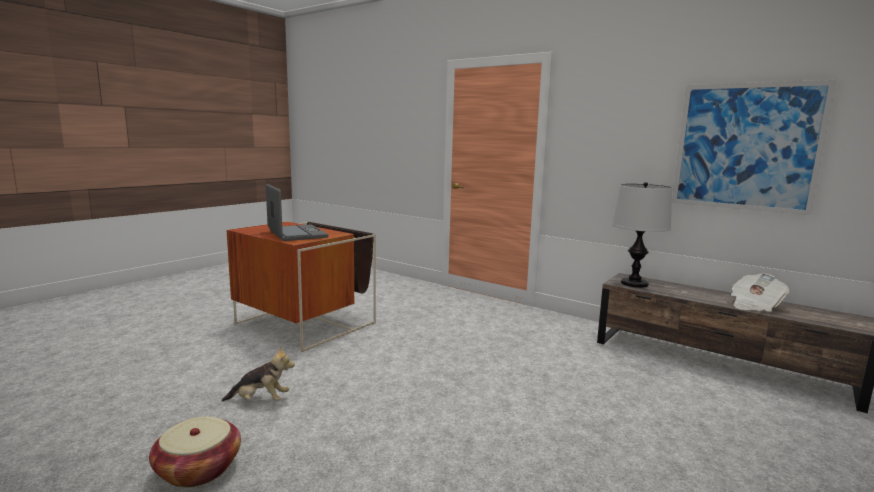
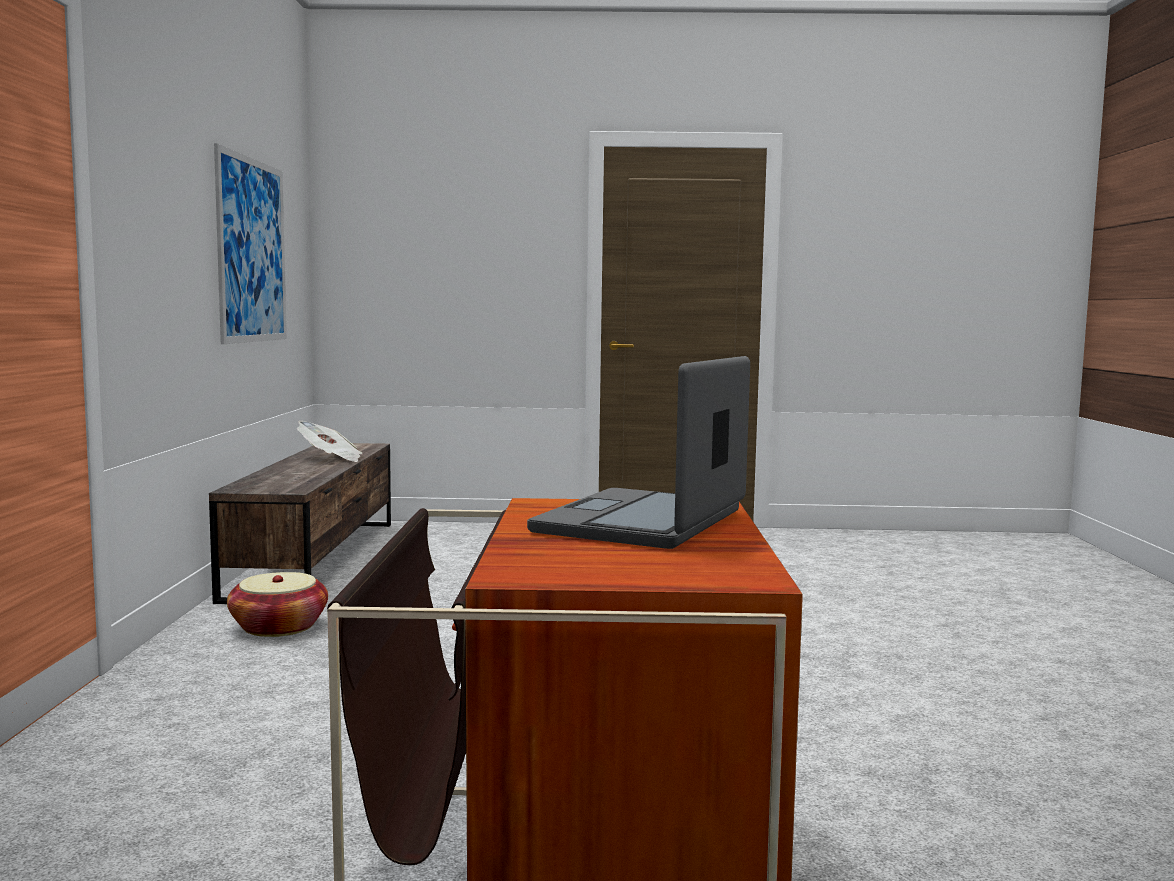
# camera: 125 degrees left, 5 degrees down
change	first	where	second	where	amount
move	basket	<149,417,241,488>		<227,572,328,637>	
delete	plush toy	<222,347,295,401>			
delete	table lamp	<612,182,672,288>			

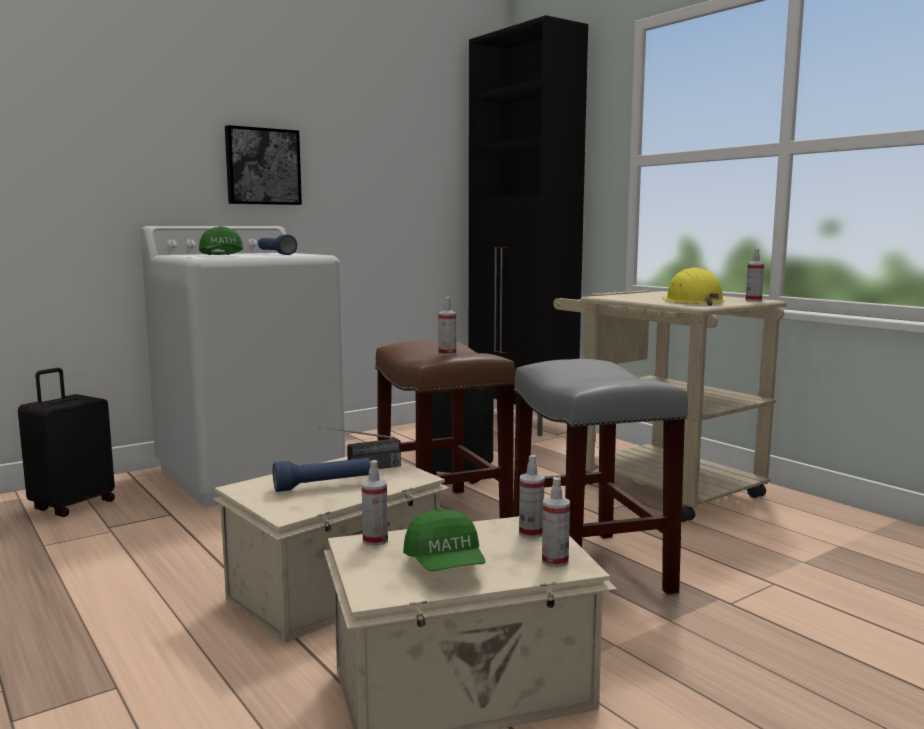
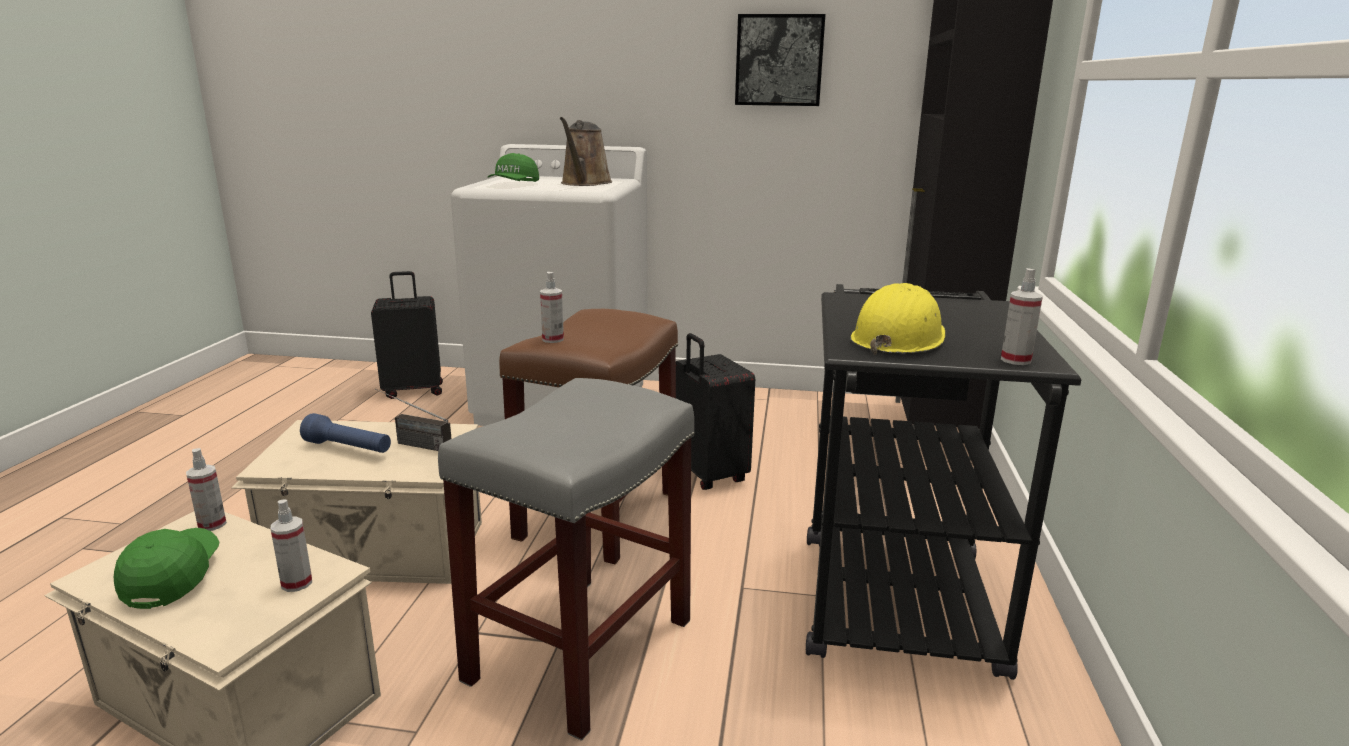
# camera: 45 degrees right, 10 degrees up
change	first	where	second	where	amount
rotate	green cap	<403,509,486,571>		<114,528,220,609>	150 degrees clockwise
replace	blue flashlight	<258,235,297,255>	brown watering can	<560,117,612,186>	
move	picture	<225,125,302,205>		<735,14,826,106>	
recolor	beige cart	<553,290,787,522>	black cart	<806,284,1081,680>	
delete	spray bottle	<542,477,570,568>			

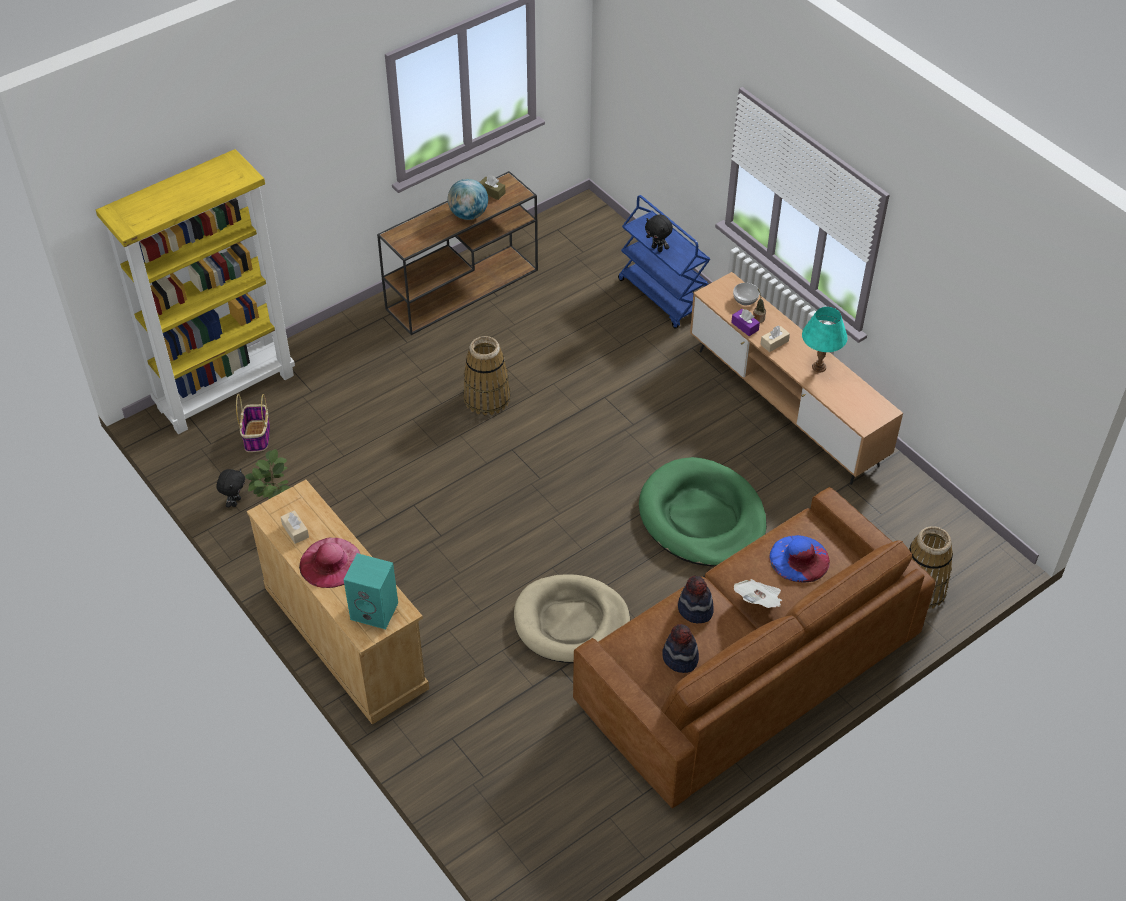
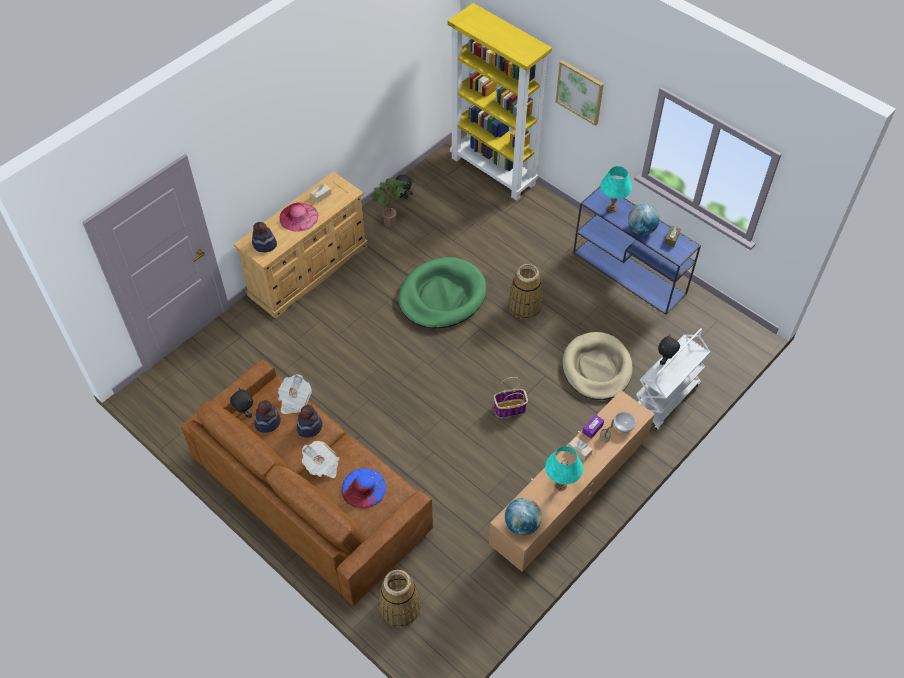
# camera: 80 degrees right, 5 degrees up
change	first	where	second	where	amount
insert			black plush toy	<230,388,253,418>	
replace	turquoise speaker	<344,553,398,629>	hat	<252,222,277,252>	
insert			newspaper	<278,374,312,414>	
move	green dog bed	<639,457,767,566>		<398,257,487,329>	
move	basket	<236,394,270,452>		<494,377,528,418>	
insert			globe	<505,498,542,536>	
insert			picture	<556,60,604,126>	
move	beige dog bed	<514,574,630,663>		<563,332,633,400>	
recolor	brown console table	<377,171,538,335>	blue console table	<573,187,701,315>	
insert			turquoise table lamp	<600,166,632,213>	
recolor	blue cart	<618,195,710,329>	white cart	<636,328,710,430>	

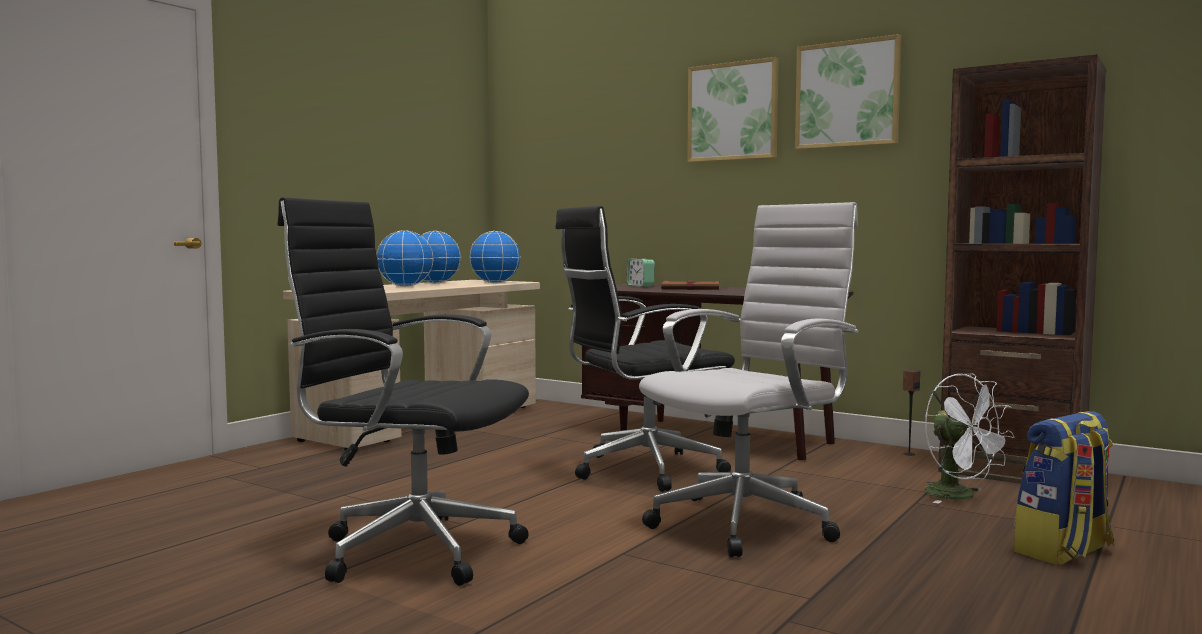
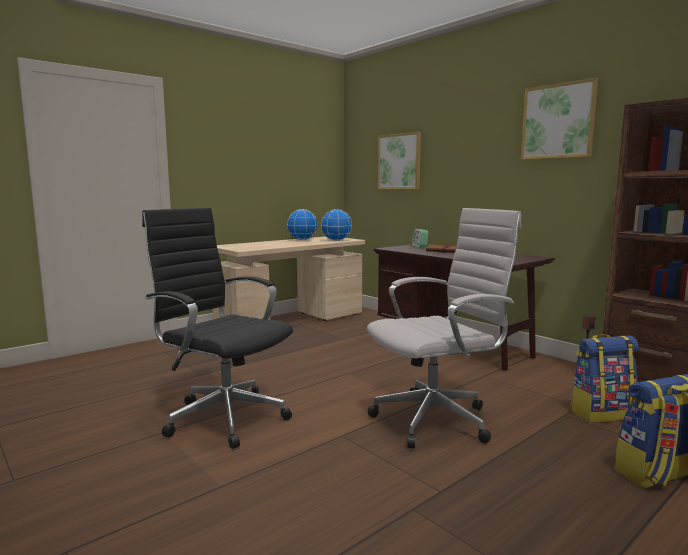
# camera: 15 degrees right, 5 degrees up
change	first	where	second	where	amount
move	picture	<687,57,779,162>		<378,132,421,189>	
replace	white fan	<925,373,1014,504>	backpack	<570,334,639,423>	
delete	globe	<376,230,433,287>			
delete	black office chair	<556,206,735,492>			

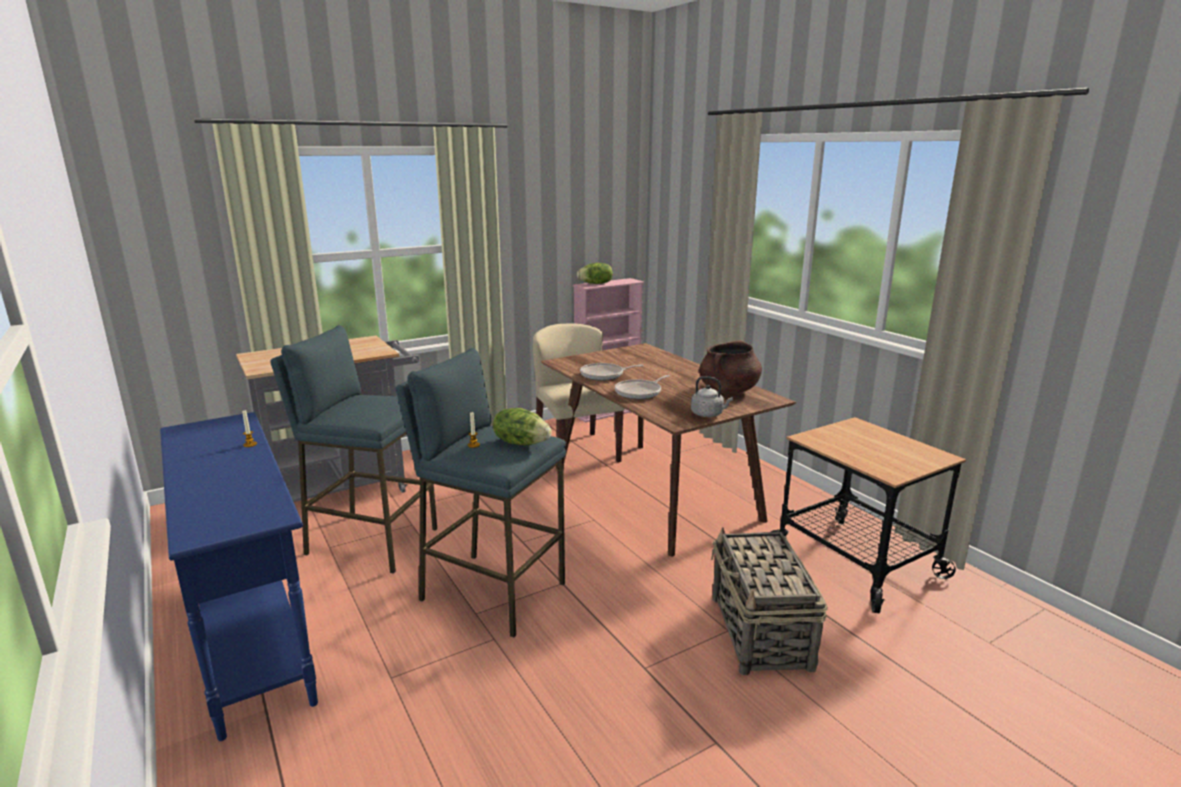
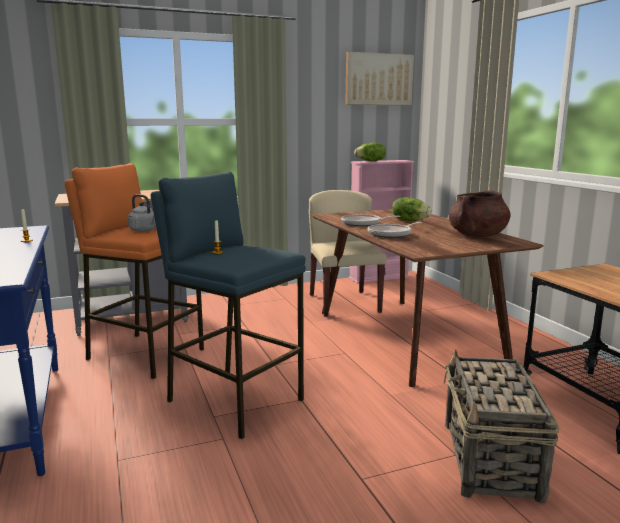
# camera: 10 degrees right, 5 degrees down
change	first	where	second	where	amount
recolor	blue stool	<270,325,437,573>	orange stool	<64,163,204,379>	
move	grey kettle	<691,376,733,417>		<128,194,156,232>	
insert			picture	<345,52,414,105>	
move	lettuce	<493,408,552,445>		<392,197,431,221>	

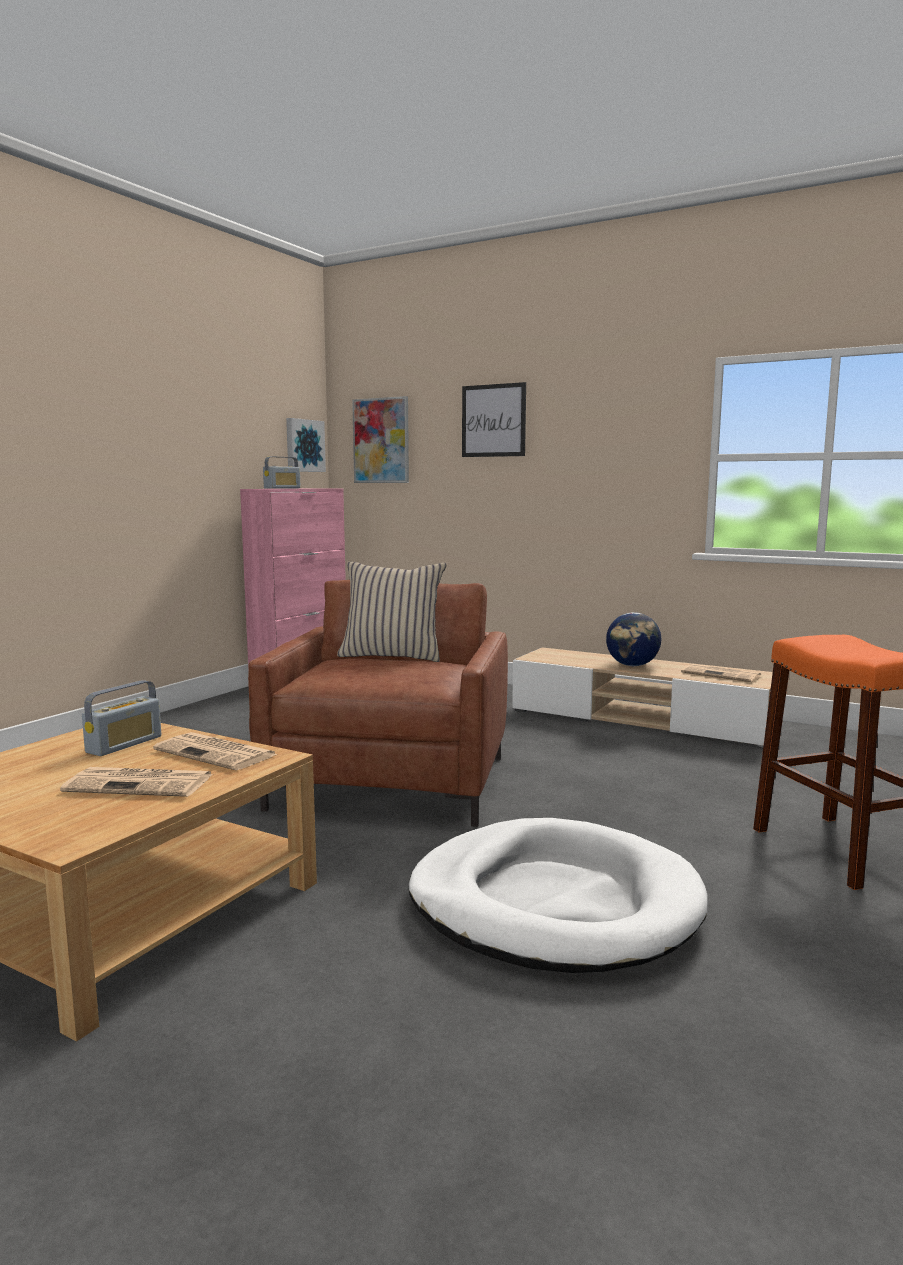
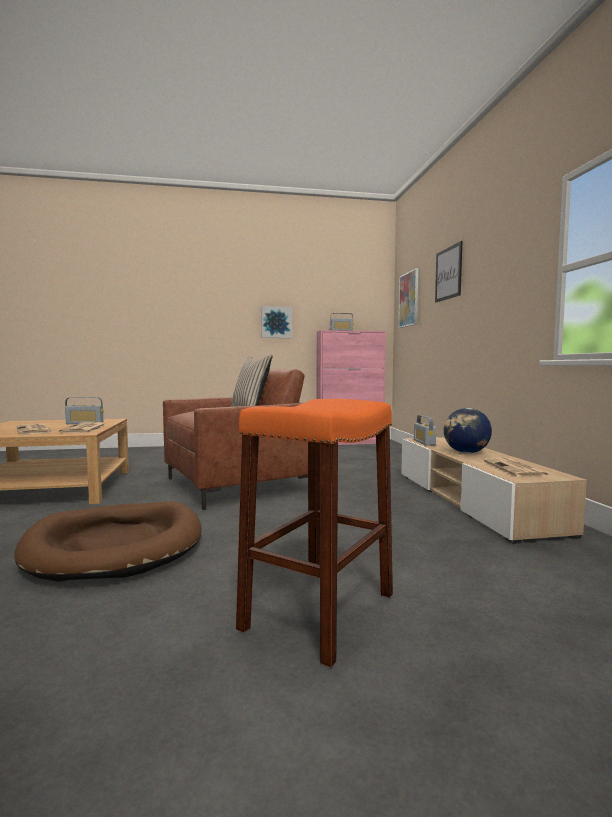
# camera: 50 degrees right, 5 degrees down
change	first	where	second	where	amount
recolor	white dog bed	<408,818,708,973>	brown dog bed	<14,501,202,582>	
move	picture	<286,418,326,472>		<261,306,292,338>	
insert			radio	<414,415,436,446>	

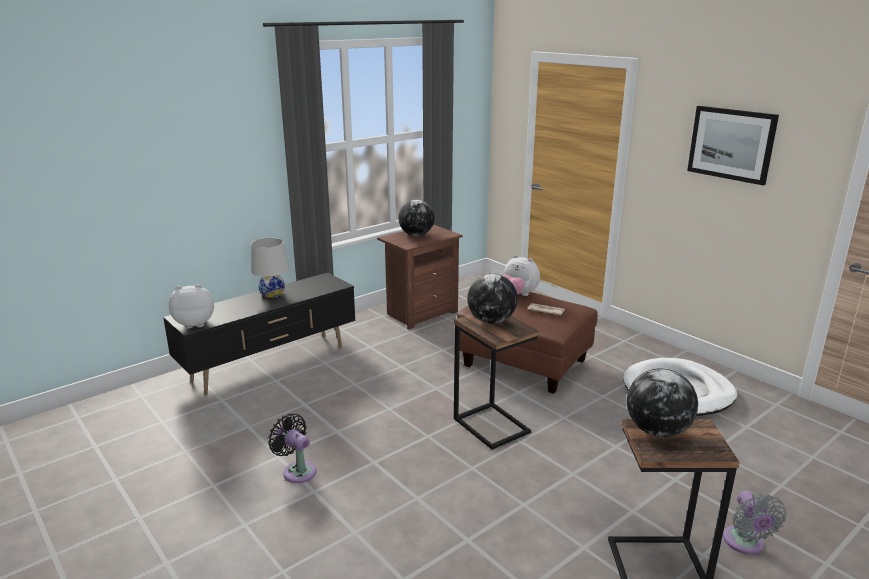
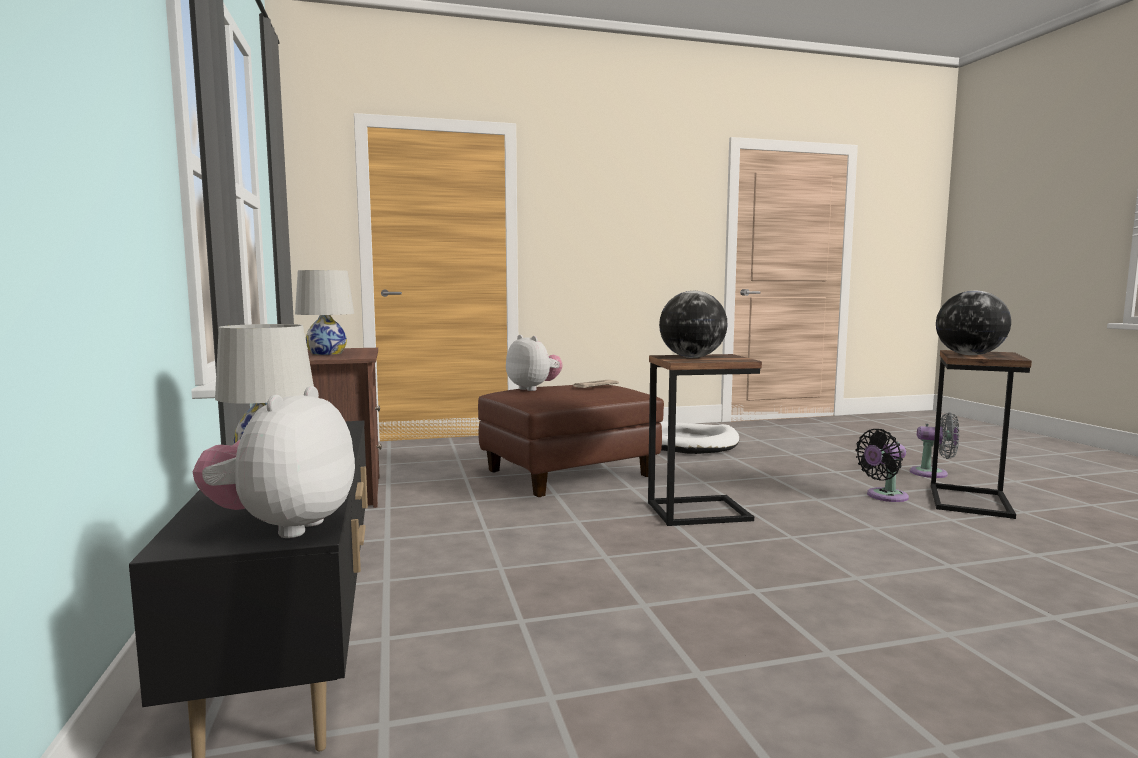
# camera: 65 degrees left, 15 degrees down
change	first	where	second	where	amount
replace	globe	<398,200,435,236>	white table lamp	<295,270,354,355>	
rotate	plush toy	<501,255,540,296>		<506,335,562,391>	105 degrees counterclockwise
move	black fan	<268,414,317,483>		<855,429,909,502>	
delete	picture	<687,106,779,185>			

